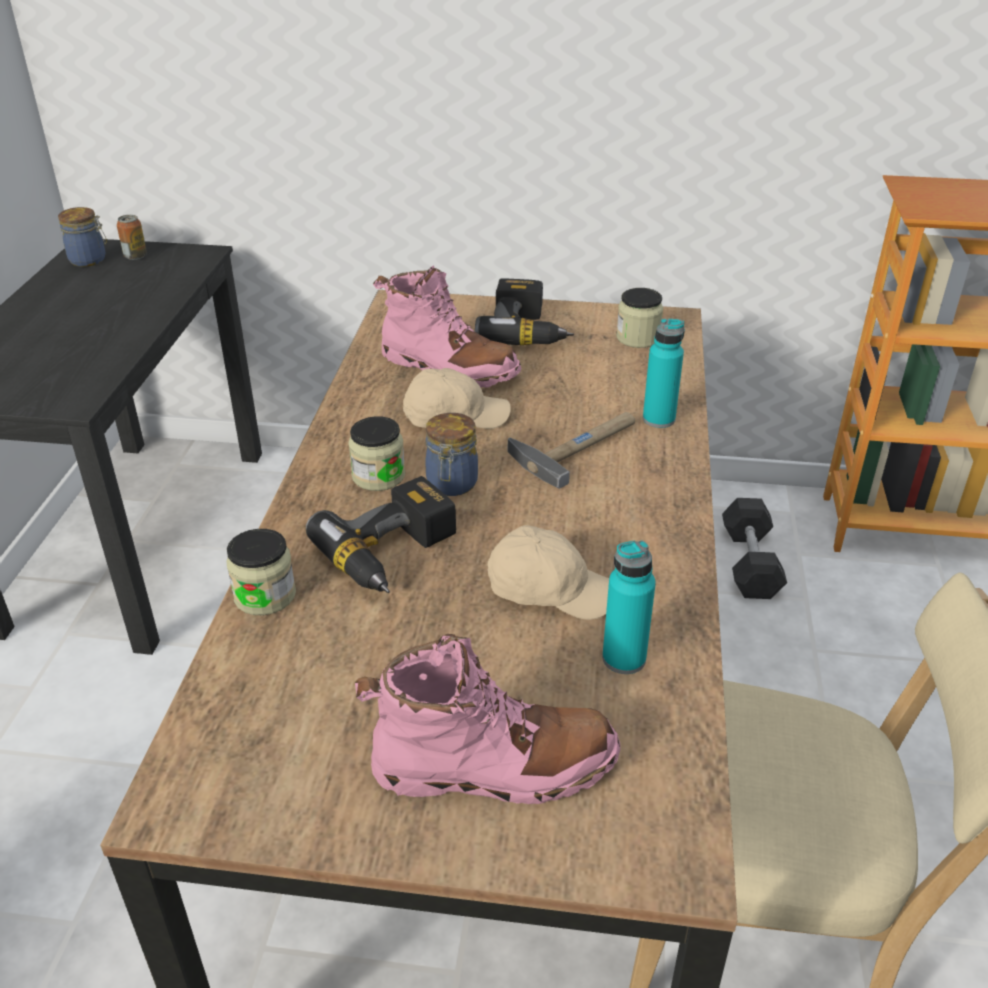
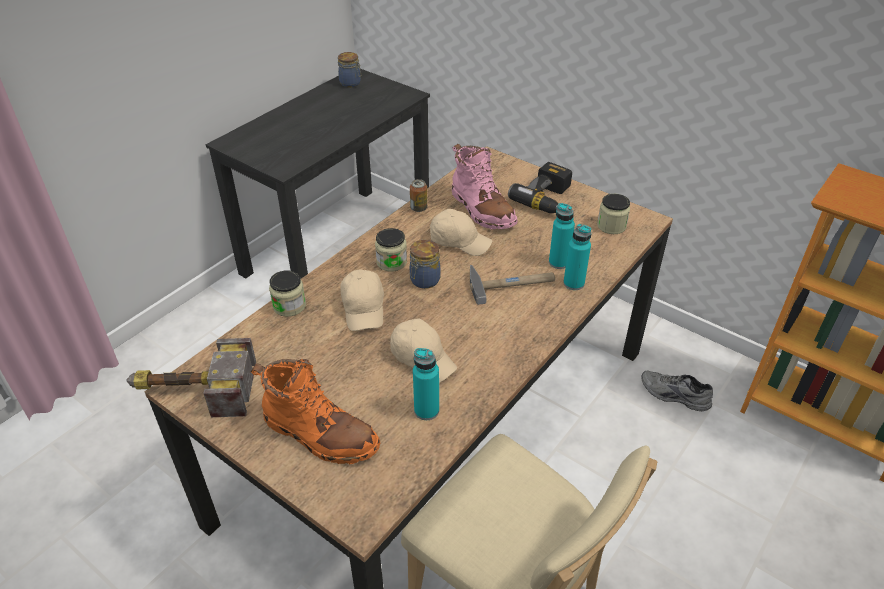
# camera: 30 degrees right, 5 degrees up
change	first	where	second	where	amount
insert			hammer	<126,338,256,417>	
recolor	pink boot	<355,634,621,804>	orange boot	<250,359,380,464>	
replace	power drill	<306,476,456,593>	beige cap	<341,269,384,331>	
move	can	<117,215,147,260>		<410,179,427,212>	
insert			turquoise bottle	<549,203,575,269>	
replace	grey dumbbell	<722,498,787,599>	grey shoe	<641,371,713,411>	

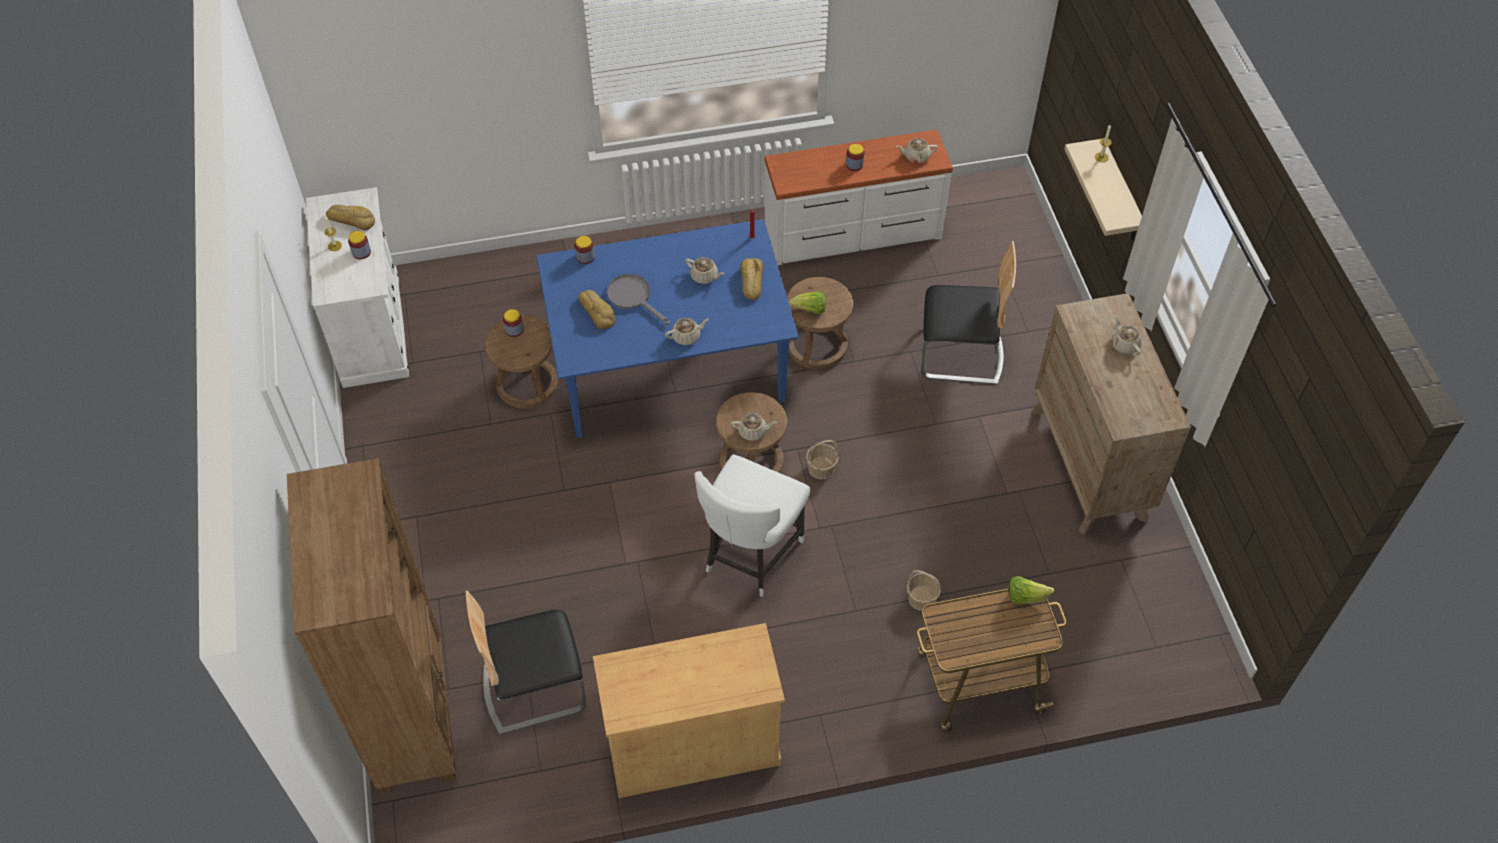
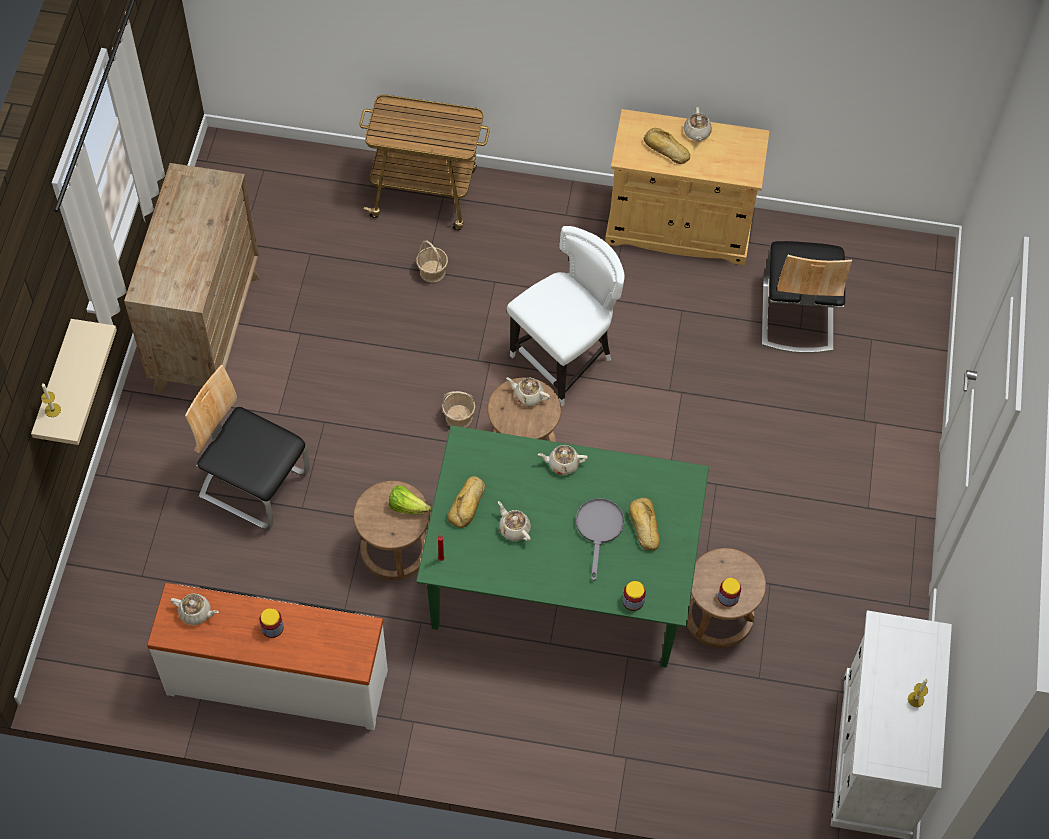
# camera: 160 degrees left, 5 degrees up
change	first	where	second	where	amount
recolor	blue dining table	<536,219,799,438>	green dining table	<416,425,709,667>	
rotate	grey frying pan	<607,274,670,325>		<576,498,624,581>	150 degrees counterclockwise
move	bread	<326,205,375,230>		<644,128,690,164>	
move	beige teapot	<1111,315,1142,355>		<684,107,712,142>	
rotate	chair	<466,590,587,735>		<762,241,852,353>	90 degrees clockwise
delete	brown bookcase	<287,458,456,794>			
delete	jar	<348,231,371,259>			
delete	lettuce	<1009,576,1055,604>			

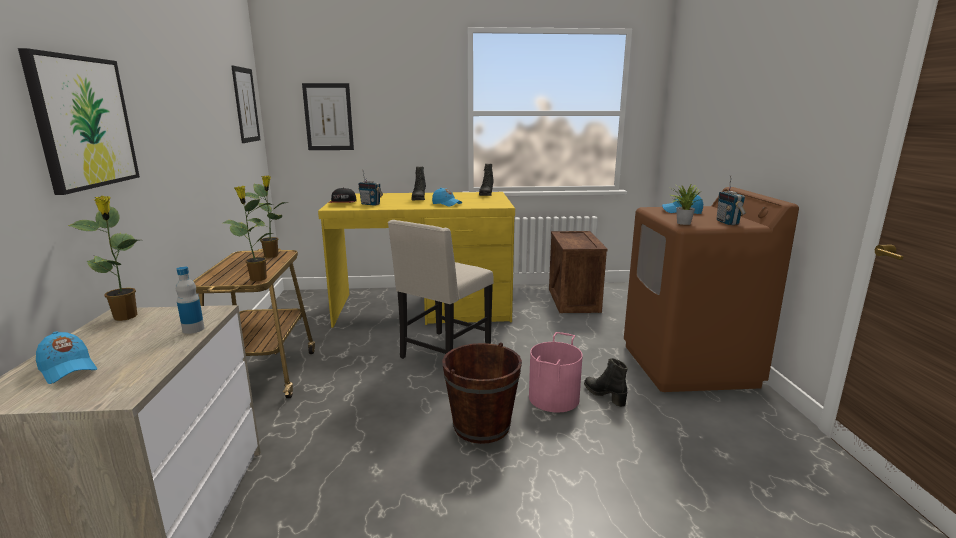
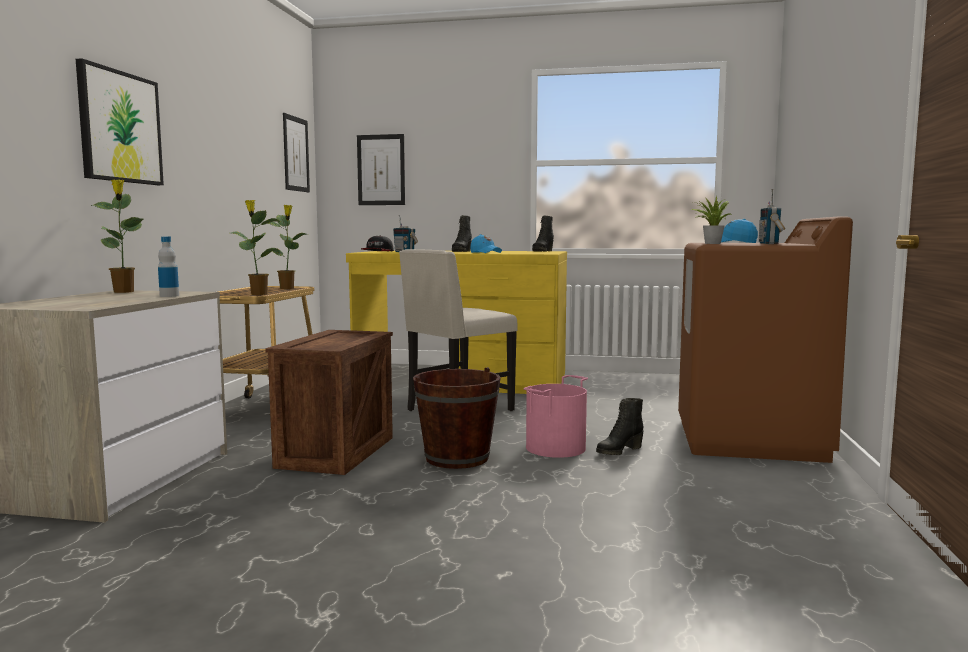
# camera: 15 degrees right, 10 degrees down
change	first	where	second	where	amount
move	crate	<549,231,608,313>		<265,330,393,475>	
rotate	black boot	<584,358,628,407>		<596,398,643,455>	105 degrees counterclockwise
delete	blue cap	<36,331,97,384>			

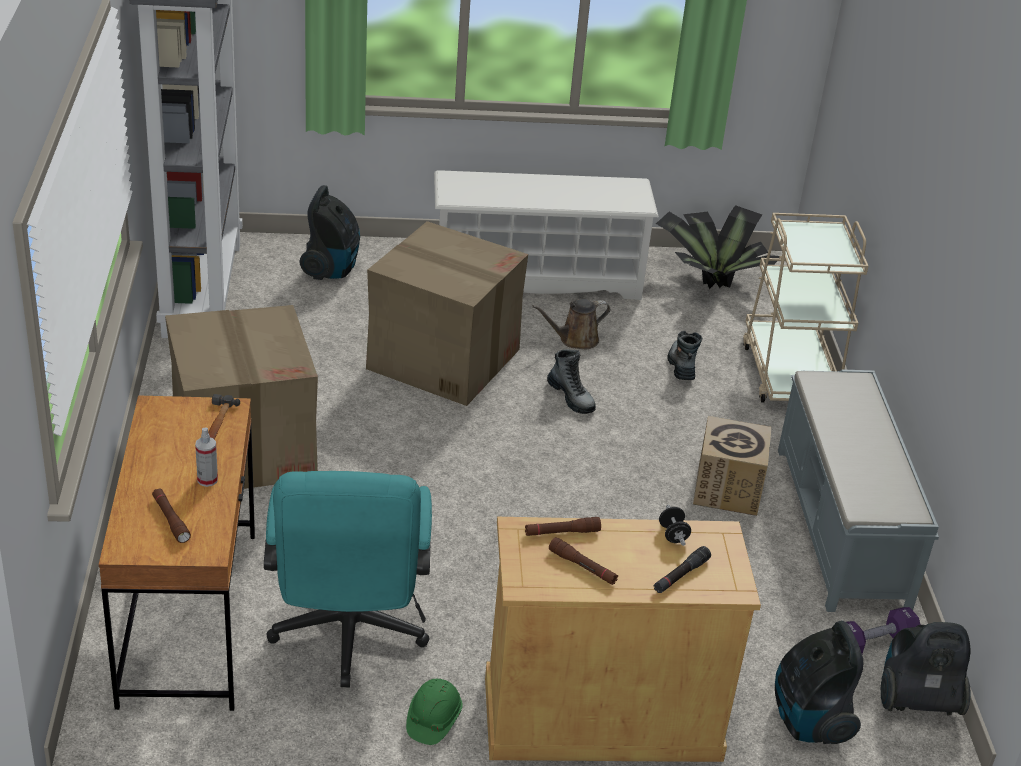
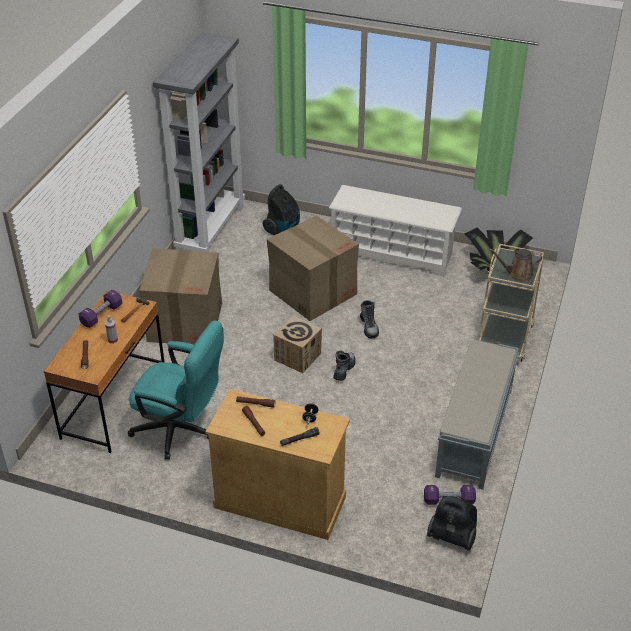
# camera: 25 degrees right, 5 degrees up
change	first	where	second	where	amount
insert			purple dumbbell	<79,290,122,328>	
rotate	turquoise office chair	<264,471,432,687>		<128,321,224,460>	90 degrees counterclockwise
move	cardboard box	<693,416,772,516>		<273,316,322,373>	
move	boot	<667,331,702,380>		<333,351,356,381>	
move	brown watering can	<532,299,610,349>		<489,248,542,281>	
delete	green hard hat	<406,679,463,745>			
delete	vacuum cleaner	<775,621,864,744>			

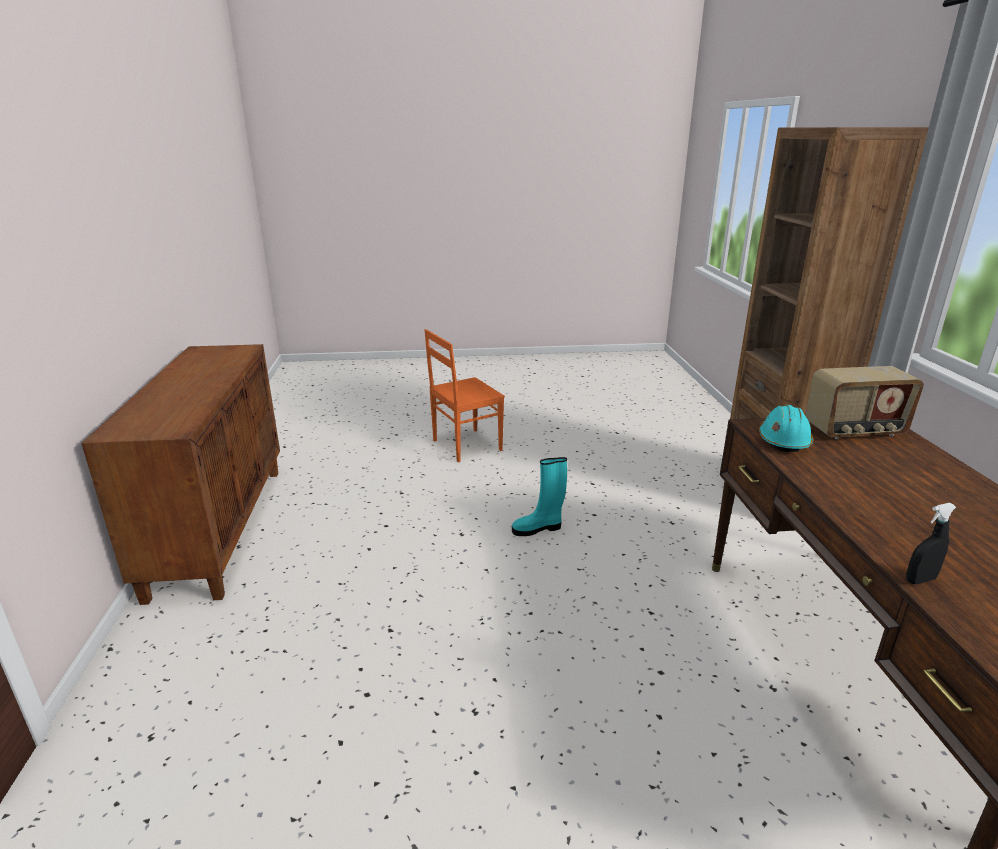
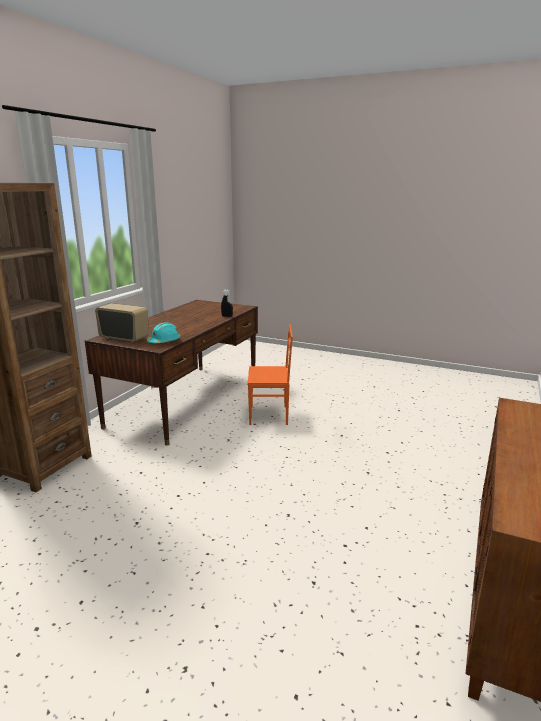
# camera: 150 degrees left, 5 degrees down
change	first	where	second	where	amount
move	orange chair	<424,329,505,462>		<248,324,293,425>	
delete	turquoise boot	<512,457,567,536>			

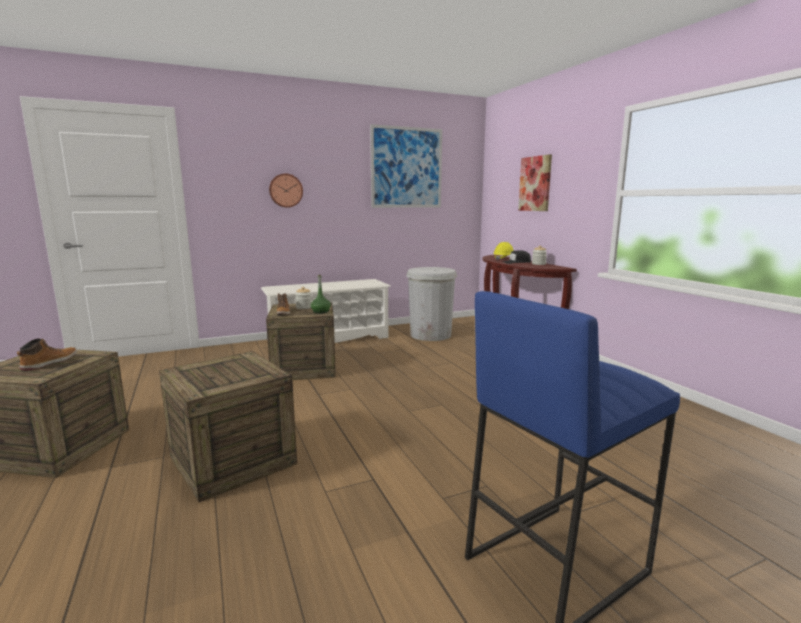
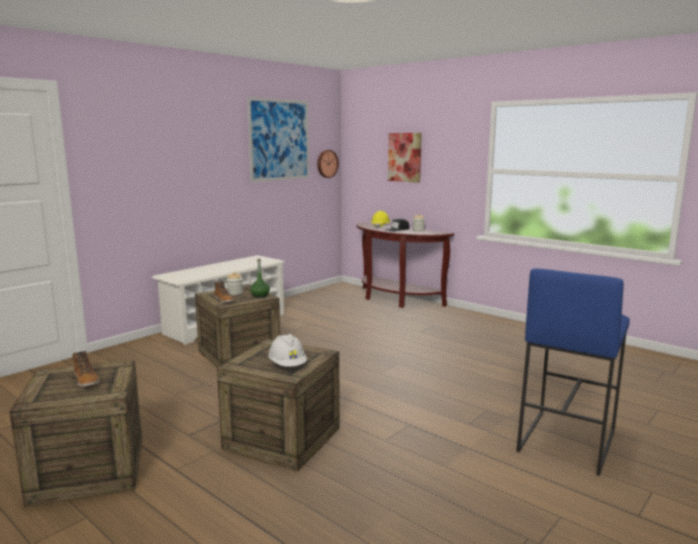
# camera: 25 degrees left, 0 degrees up
change	first	where	second	where	amount
rotate	boot	<17,338,77,371>		<73,351,100,387>	150 degrees clockwise
insert			white hard hat	<268,334,307,367>	
move	wall clock	<269,174,303,208>		<317,150,339,178>	
delete	white trash can	<406,267,457,341>			

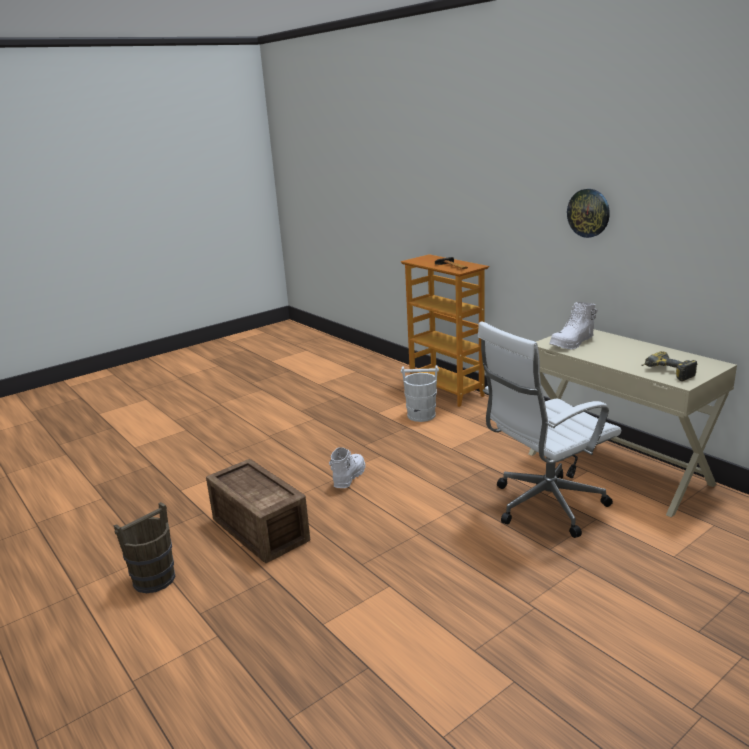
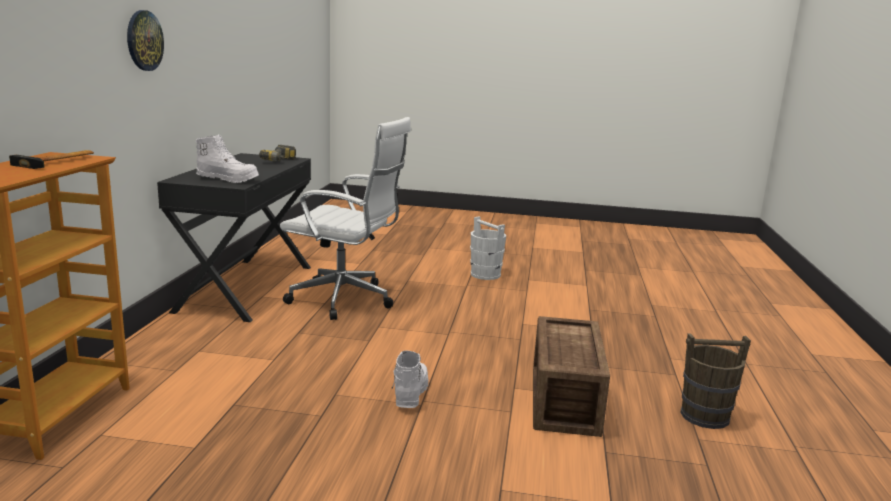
# camera: 135 degrees left, 5 degrees down
change	first	where	second	where	amount
recolor	beige desk	<528,329,737,517>	black desk	<157,153,311,322>	
rotate	white boot	<329,447,366,488>		<391,351,429,408>	120 degrees clockwise
move	white bucket	<401,365,439,422>		<470,216,506,280>	

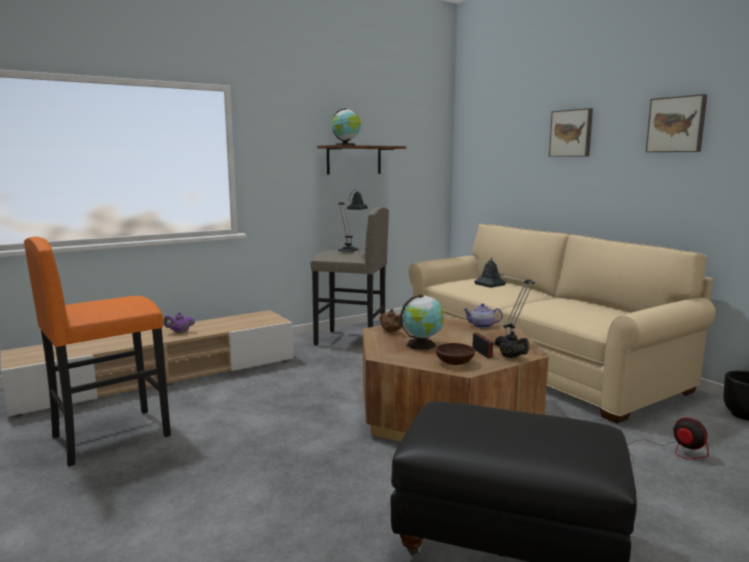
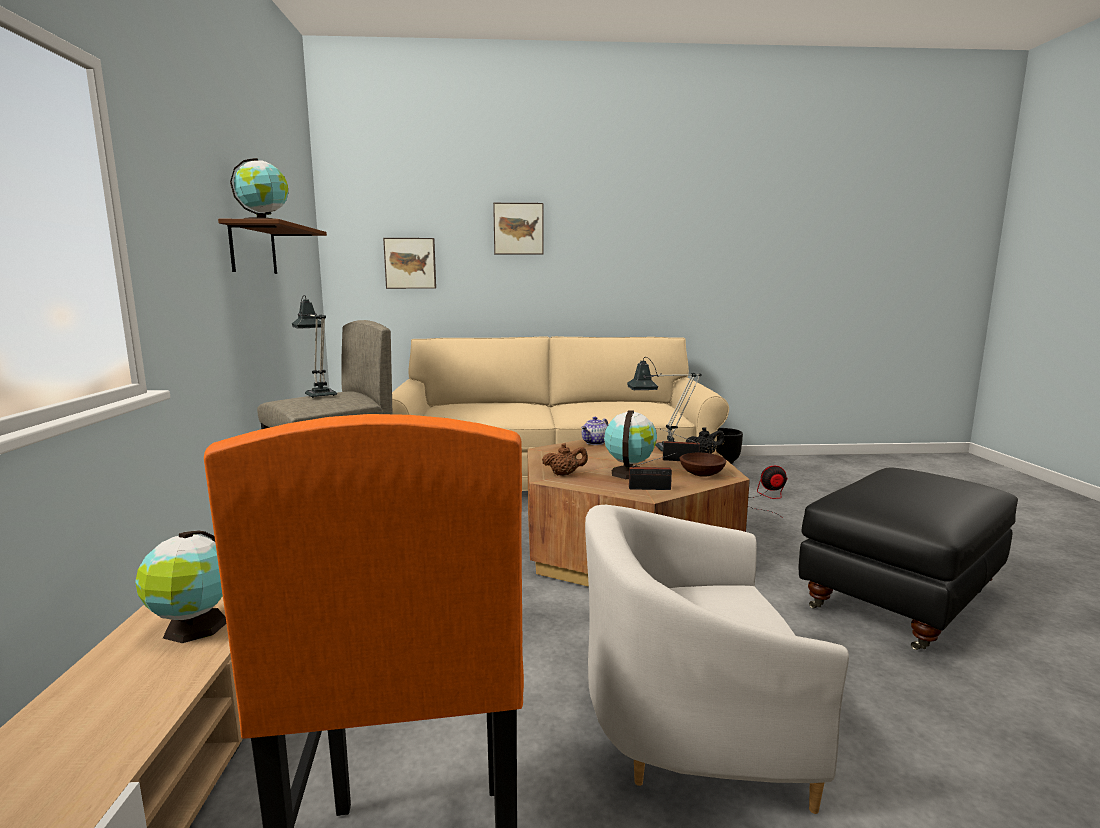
# camera: 60 degrees left, 0 degrees up
change	first	where	second	where	amount
replace	purple teapot	<163,312,195,333>	globe	<135,530,226,643>	
move	picture	<646,94,707,152>		<383,238,436,289>	
insert			white armchair	<585,505,849,814>	
insert			radio	<629,453,677,490>	

